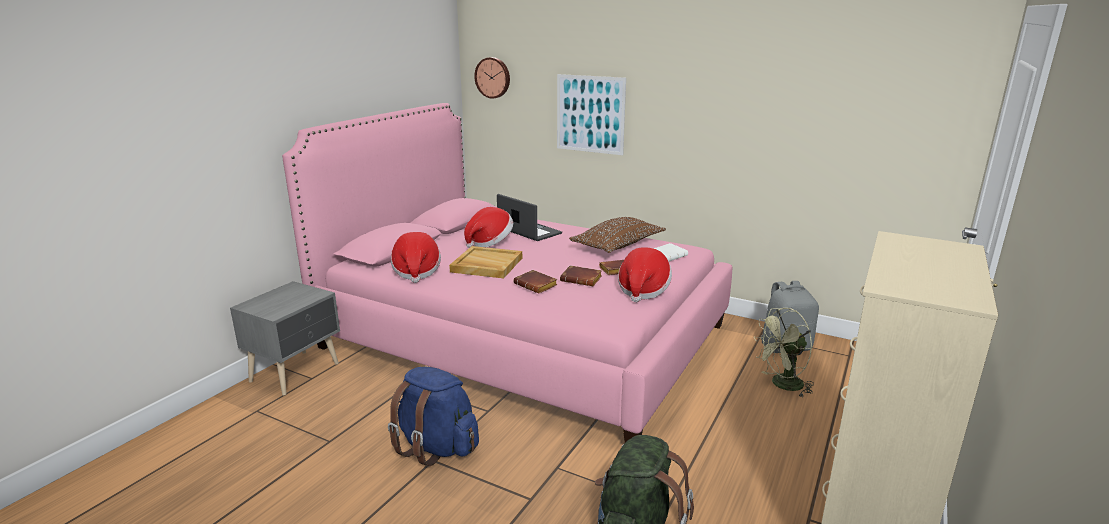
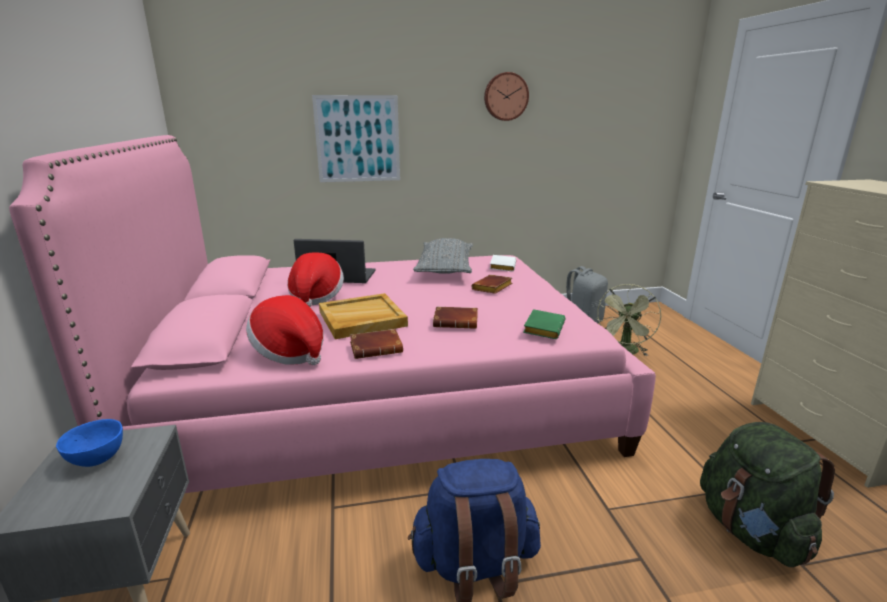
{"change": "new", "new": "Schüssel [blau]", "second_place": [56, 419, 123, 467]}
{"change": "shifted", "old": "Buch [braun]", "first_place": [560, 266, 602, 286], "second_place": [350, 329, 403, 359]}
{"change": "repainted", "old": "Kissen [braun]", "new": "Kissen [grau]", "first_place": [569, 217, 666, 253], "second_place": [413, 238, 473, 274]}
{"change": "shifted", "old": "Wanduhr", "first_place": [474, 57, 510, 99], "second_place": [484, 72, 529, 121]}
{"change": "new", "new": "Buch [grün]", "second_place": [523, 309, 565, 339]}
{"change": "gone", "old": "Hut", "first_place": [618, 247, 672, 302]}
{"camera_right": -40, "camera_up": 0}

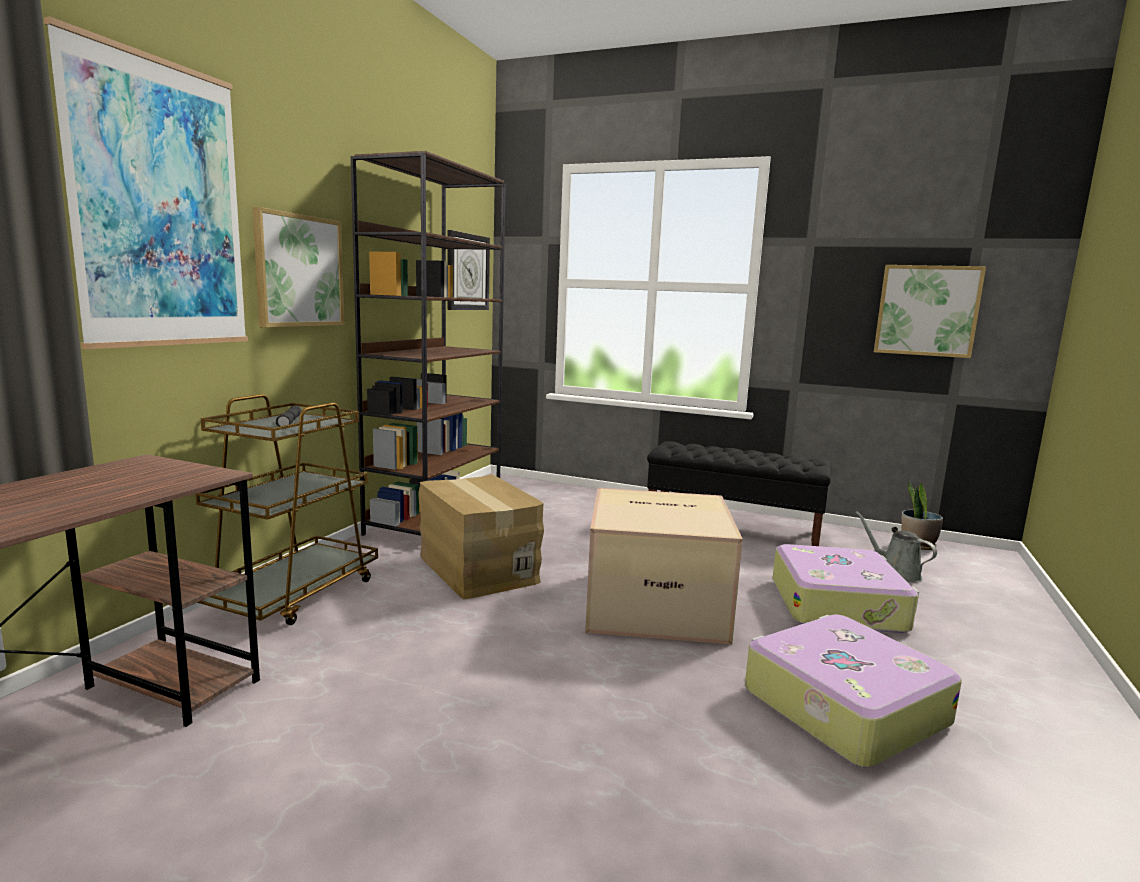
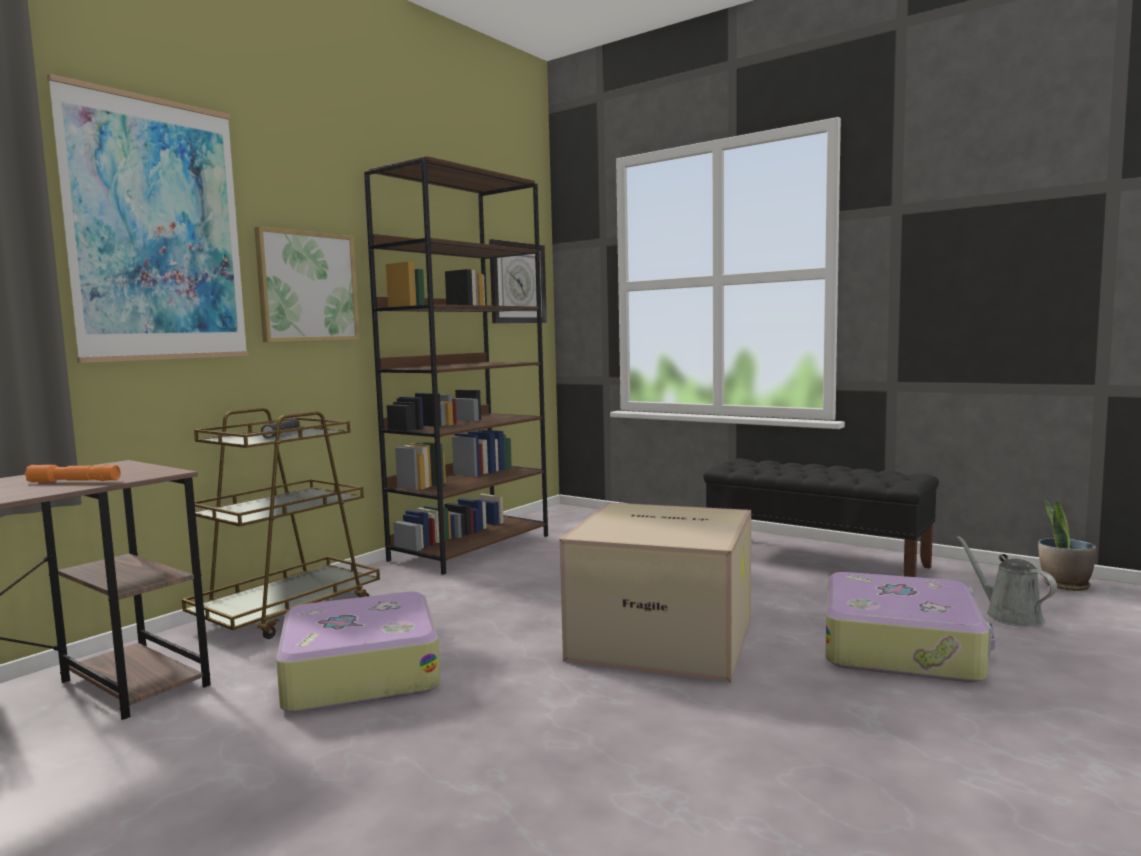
{"change": "new", "new": "Taschenlampe [orange]", "second_place": [25, 465, 121, 483]}
{"change": "shifted", "old": "Koffer", "first_place": [745, 614, 962, 768], "second_place": [276, 592, 440, 713]}
{"change": "gone", "old": "Karton", "first_place": [418, 474, 544, 600]}
{"change": "gone", "old": "Bild", "first_place": [874, 265, 986, 358]}
{"camera_right": 15, "camera_up": -5}

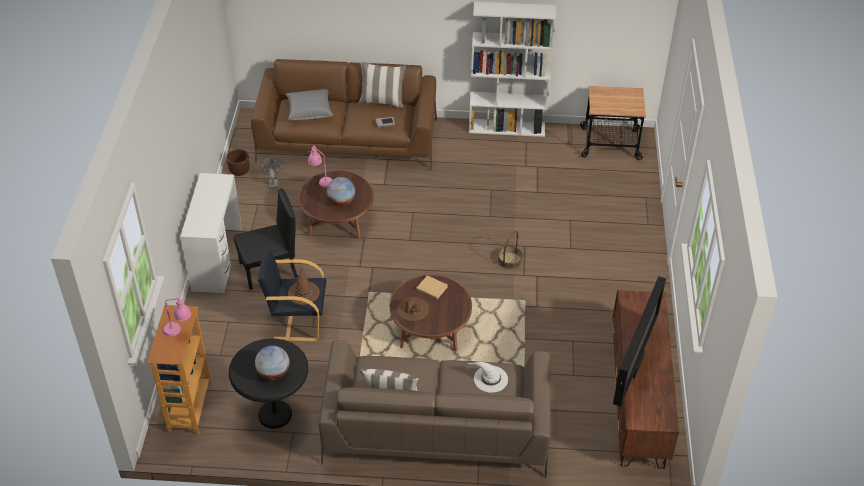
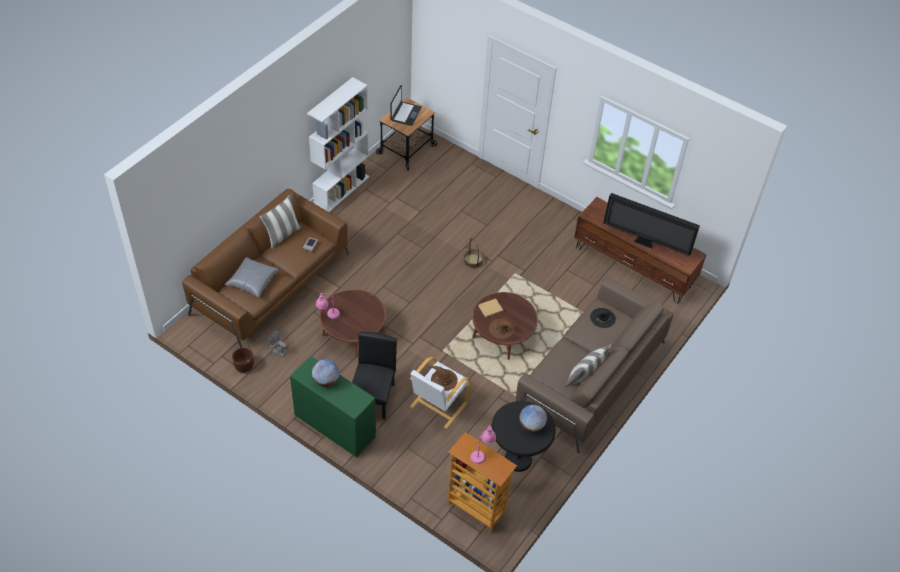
{"change": "repainted", "old": "Schreibtisch [weiß]", "new": "Schreibtisch [grün]", "first_place": [180, 173, 242, 293], "second_place": [290, 356, 376, 457]}
{"change": "shifted", "old": "Globus", "first_place": [327, 177, 355, 206], "second_place": [312, 359, 339, 387]}
{"change": "new", "new": "Laptop", "second_place": [390, 85, 422, 126]}
{"change": "repainted", "old": "Sessel [schwarz]", "new": "Sessel [weiß]", "first_place": [258, 247, 327, 341], "second_place": [410, 357, 471, 429]}
{"change": "repainted", "old": "Hut [weiß]", "new": "Hut [schwarz]", "first_place": [468, 362, 508, 393], "second_place": [590, 308, 616, 328]}
{"change": "rotated", "old": "Fernseher", "first_place": [613, 276, 666, 407], "second_place": [603, 193, 700, 256], "degrees": 150}
{"camera_right": -60, "camera_up": 5}

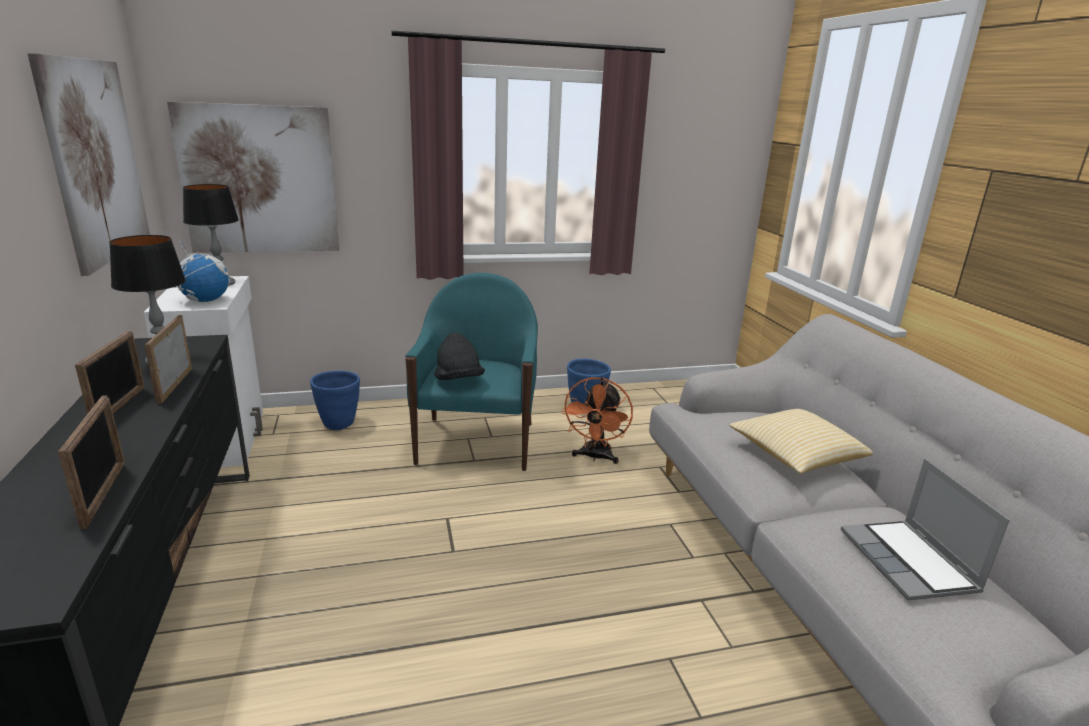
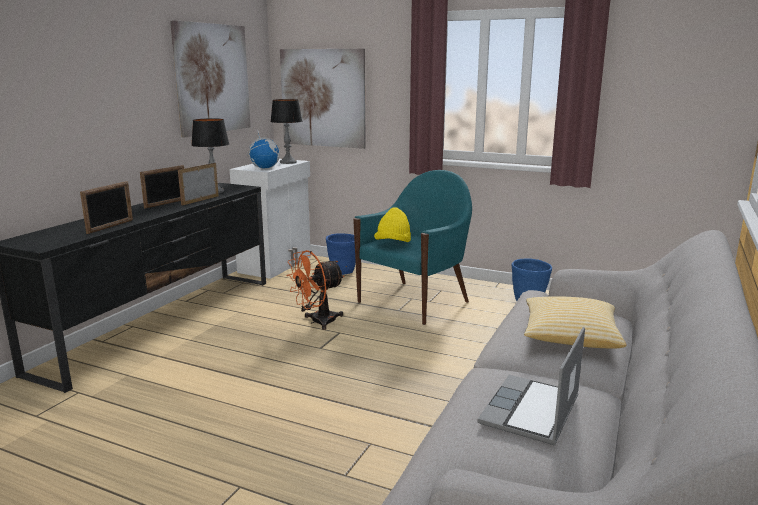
{"change": "shifted", "old": "Ventilator [orange]", "first_place": [561, 377, 633, 464], "second_place": [287, 250, 344, 330]}
{"change": "repainted", "old": "Hut [schwarz]", "new": "Hut [gelb]", "first_place": [434, 333, 485, 380], "second_place": [374, 207, 411, 242]}
{"camera_right": 40, "camera_up": -5}

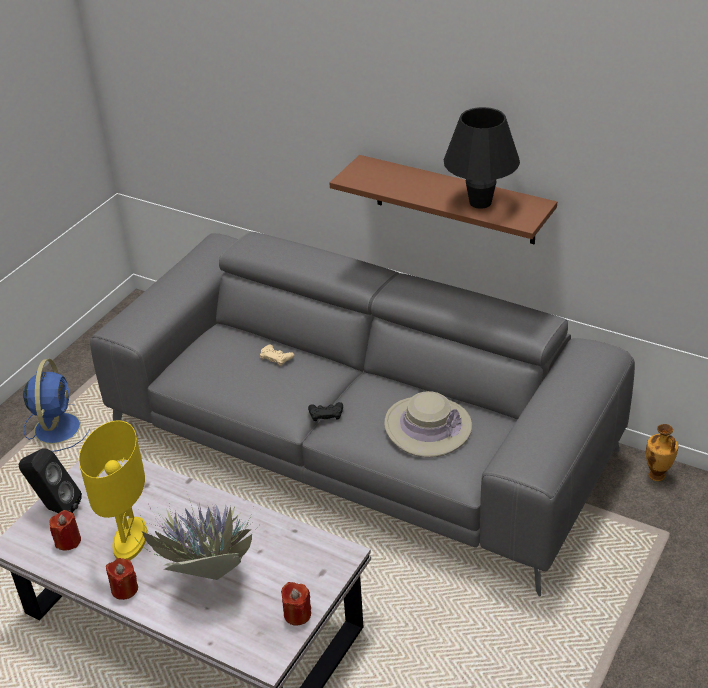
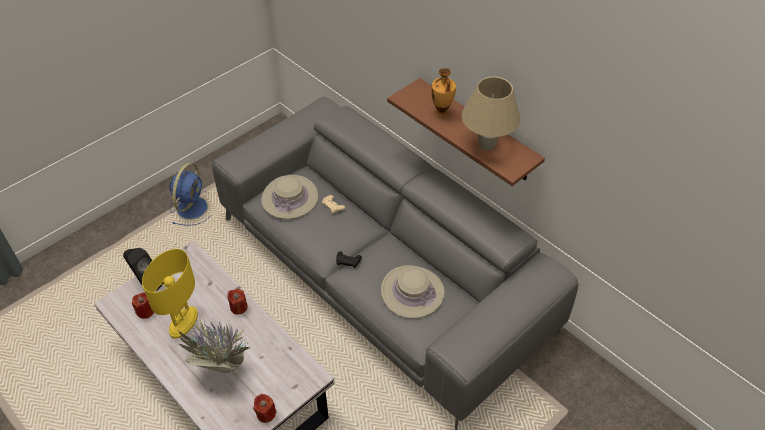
{"change": "shifted", "old": "Kerze [rot]", "first_place": [106, 558, 138, 600], "second_place": [227, 288, 248, 315]}
{"change": "new", "new": "Hut [beige]", "second_place": [261, 175, 318, 219]}
{"change": "shifted", "old": "Vase", "first_place": [646, 424, 678, 481], "second_place": [431, 68, 456, 117]}
{"change": "repainted", "old": "Tischlampe [schwarz]", "new": "Tischlampe [beige]", "first_place": [444, 107, 520, 209], "second_place": [462, 77, 521, 150]}
{"camera_right": 15, "camera_up": 10}

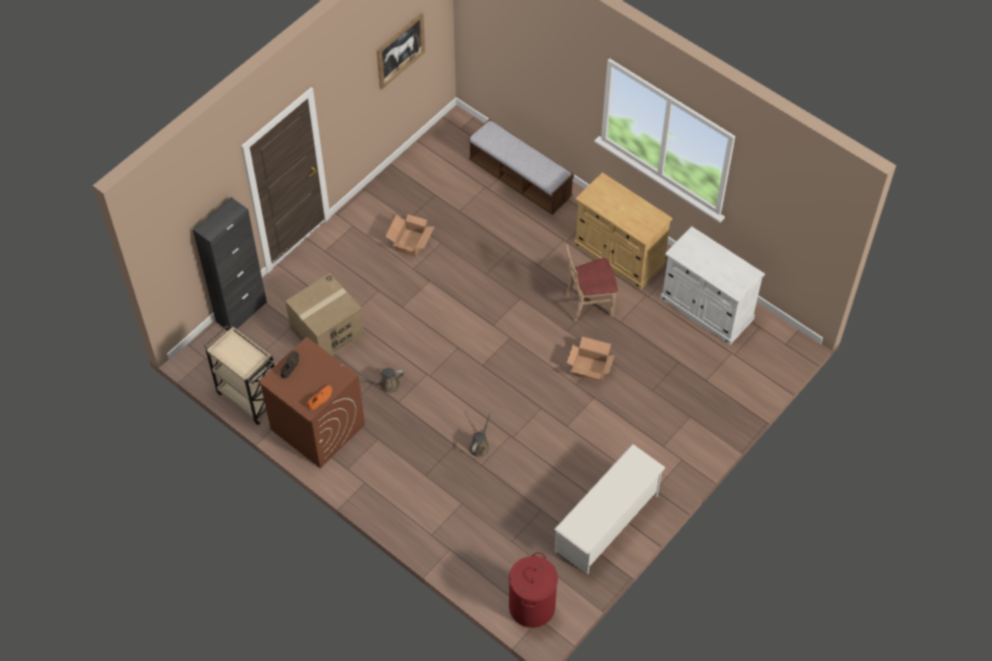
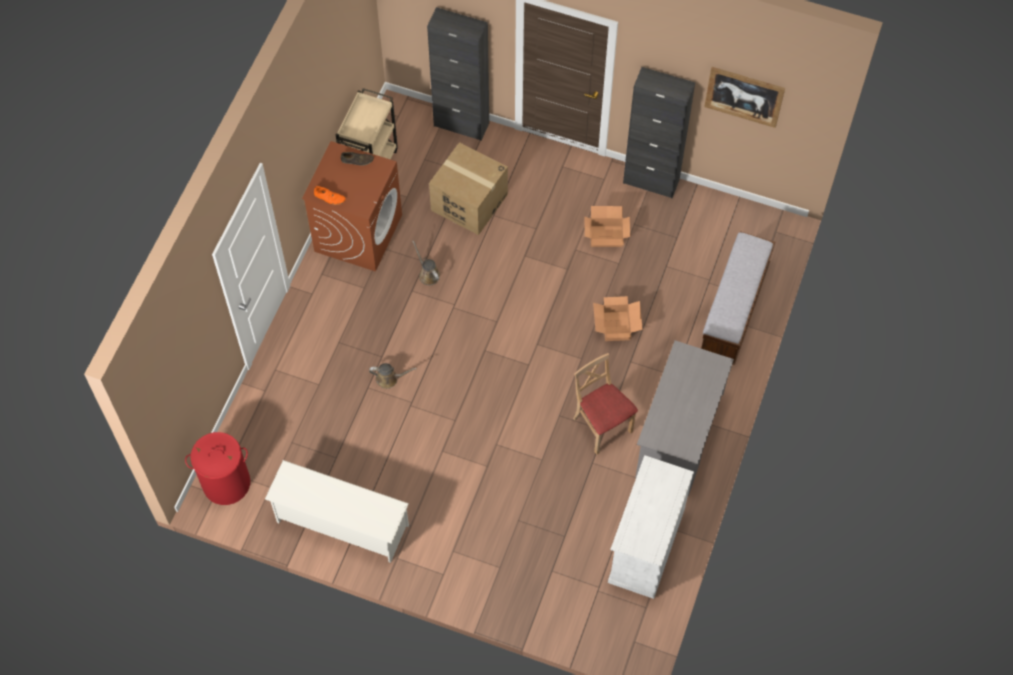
{"change": "shifted", "old": "Karton", "first_place": [567, 337, 615, 382], "second_place": [593, 296, 643, 341]}
{"change": "new", "new": "Schrank [schwarz]", "second_place": [623, 67, 695, 198]}
{"change": "swapped", "old": "Schrank [beige]", "new": "Schreibtisch [grau]", "first_place": [574, 172, 672, 290], "second_place": [635, 340, 734, 496]}
{"camera_right": 70, "camera_up": 5}

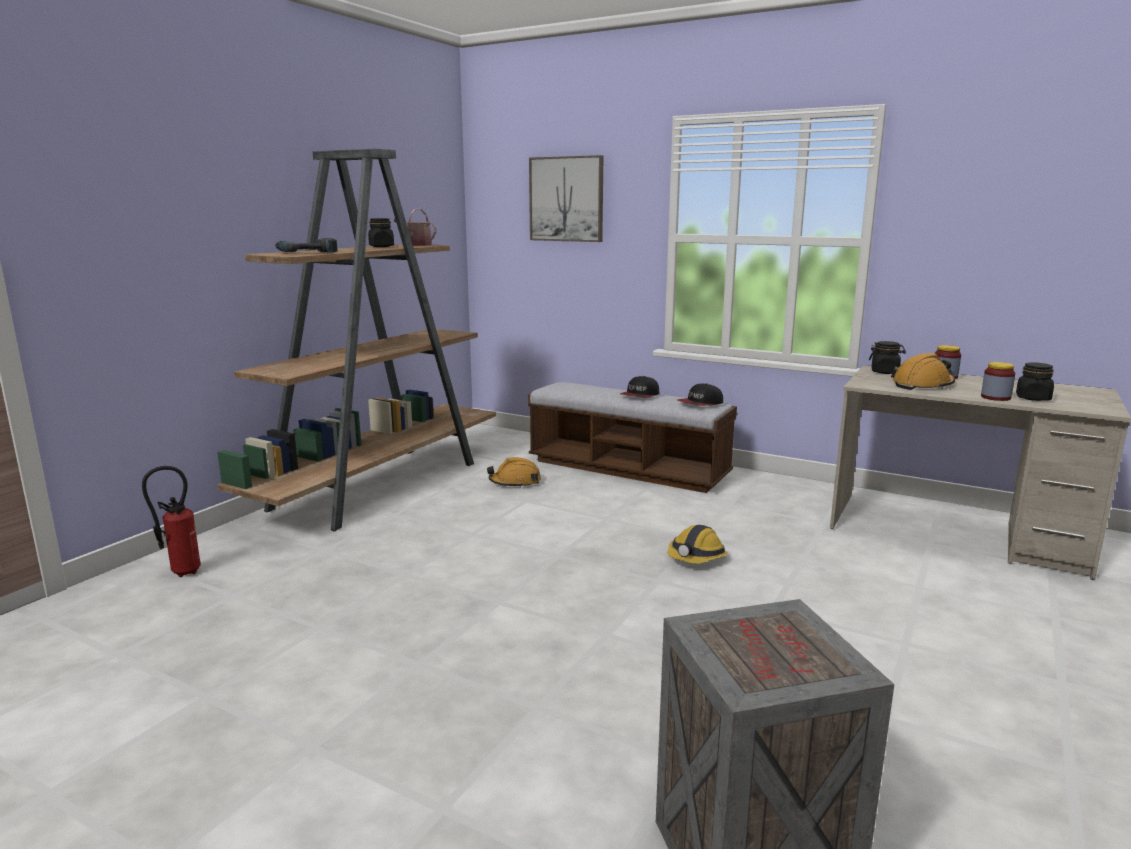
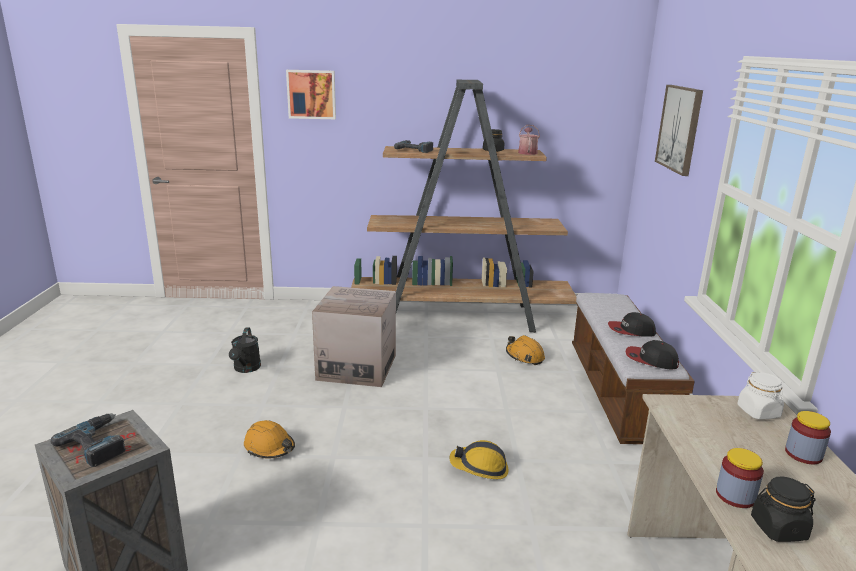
{"change": "new", "new": "Bohrmaschine", "second_place": [50, 413, 126, 467]}
{"change": "new", "new": "Gießkanne [schwarz]", "second_place": [229, 327, 261, 373]}
{"change": "shifted", "old": "Schutzhelm [orange]", "first_place": [891, 353, 955, 390], "second_place": [244, 420, 295, 459]}
{"change": "new", "new": "Bild", "second_place": [286, 70, 336, 119]}
{"change": "new", "new": "Karton", "second_place": [312, 286, 396, 387]}
{"change": "repainted", "old": "Vorratsglas [schwarz]", "new": "Vorratsglas [weiß]", "first_place": [869, 341, 906, 374], "second_place": [737, 371, 784, 420]}
{"change": "gone", "old": "Feuerlöscher", "first_place": [142, 466, 201, 577]}
{"camera_right": 60, "camera_up": 5}

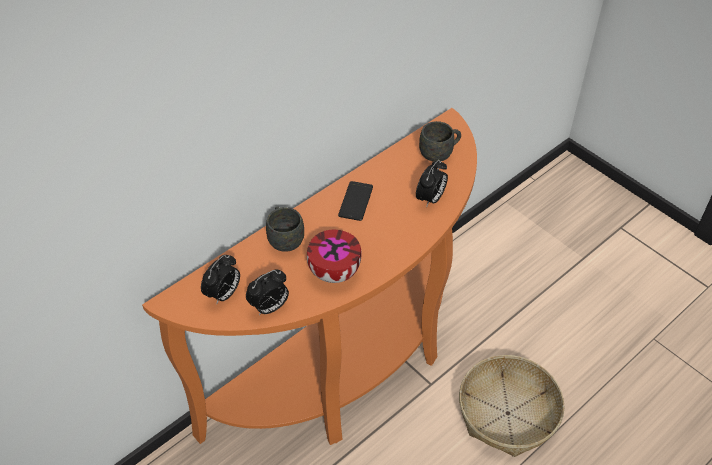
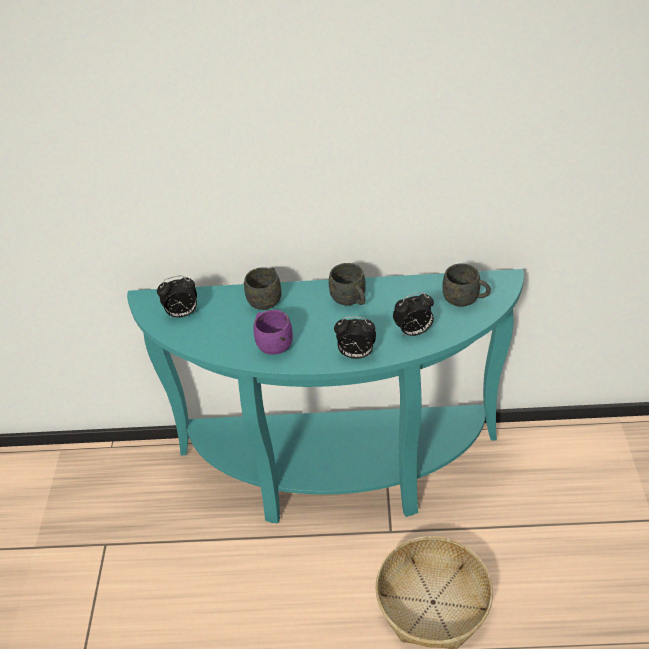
{"change": "repainted", "old": "Konsolentisch [orange]", "new": "Konsolentisch [türkis]", "first_place": [142, 108, 477, 445], "second_place": [127, 269, 524, 524]}
{"change": "swapped", "old": "Schüssel", "new": "Henkelbecher [lila]", "first_place": [307, 230, 362, 283], "second_place": [253, 310, 293, 355]}
{"change": "swapped", "old": "Handy", "new": "Henkelbecher [grau]", "first_place": [338, 181, 373, 221], "second_place": [329, 263, 366, 306]}
{"change": "shifted", "old": "Wecker", "first_place": [246, 269, 289, 315], "second_place": [334, 316, 376, 359]}
{"camera_right": 45, "camera_up": -5}

